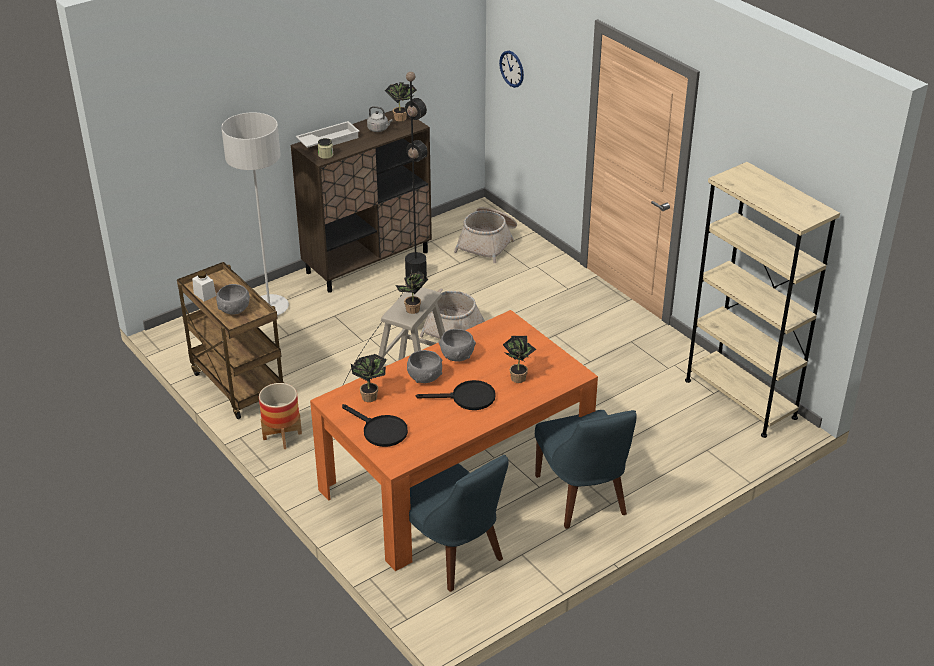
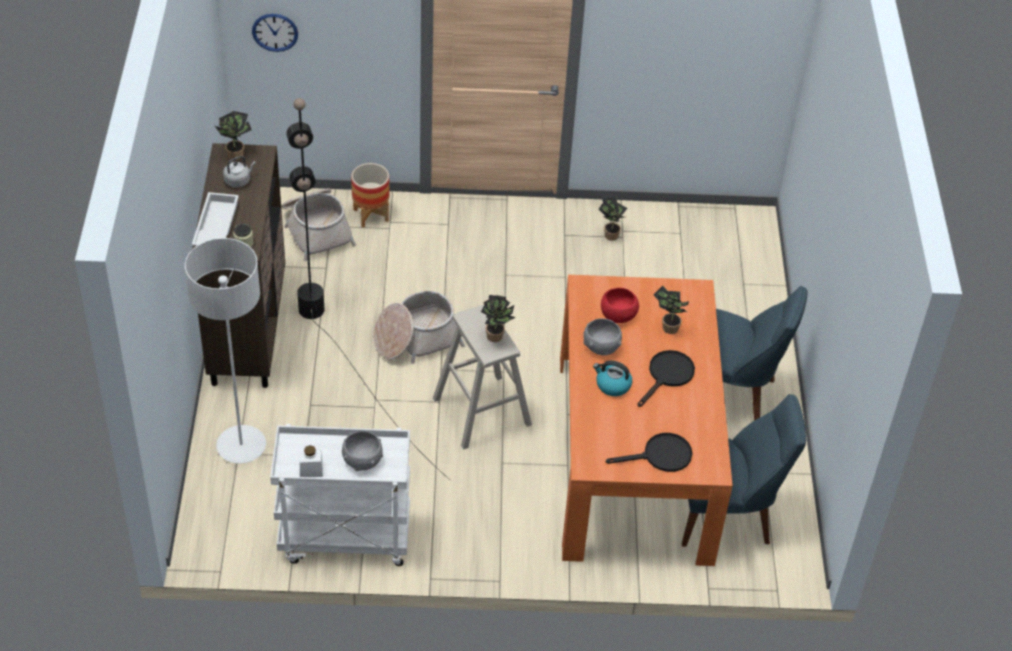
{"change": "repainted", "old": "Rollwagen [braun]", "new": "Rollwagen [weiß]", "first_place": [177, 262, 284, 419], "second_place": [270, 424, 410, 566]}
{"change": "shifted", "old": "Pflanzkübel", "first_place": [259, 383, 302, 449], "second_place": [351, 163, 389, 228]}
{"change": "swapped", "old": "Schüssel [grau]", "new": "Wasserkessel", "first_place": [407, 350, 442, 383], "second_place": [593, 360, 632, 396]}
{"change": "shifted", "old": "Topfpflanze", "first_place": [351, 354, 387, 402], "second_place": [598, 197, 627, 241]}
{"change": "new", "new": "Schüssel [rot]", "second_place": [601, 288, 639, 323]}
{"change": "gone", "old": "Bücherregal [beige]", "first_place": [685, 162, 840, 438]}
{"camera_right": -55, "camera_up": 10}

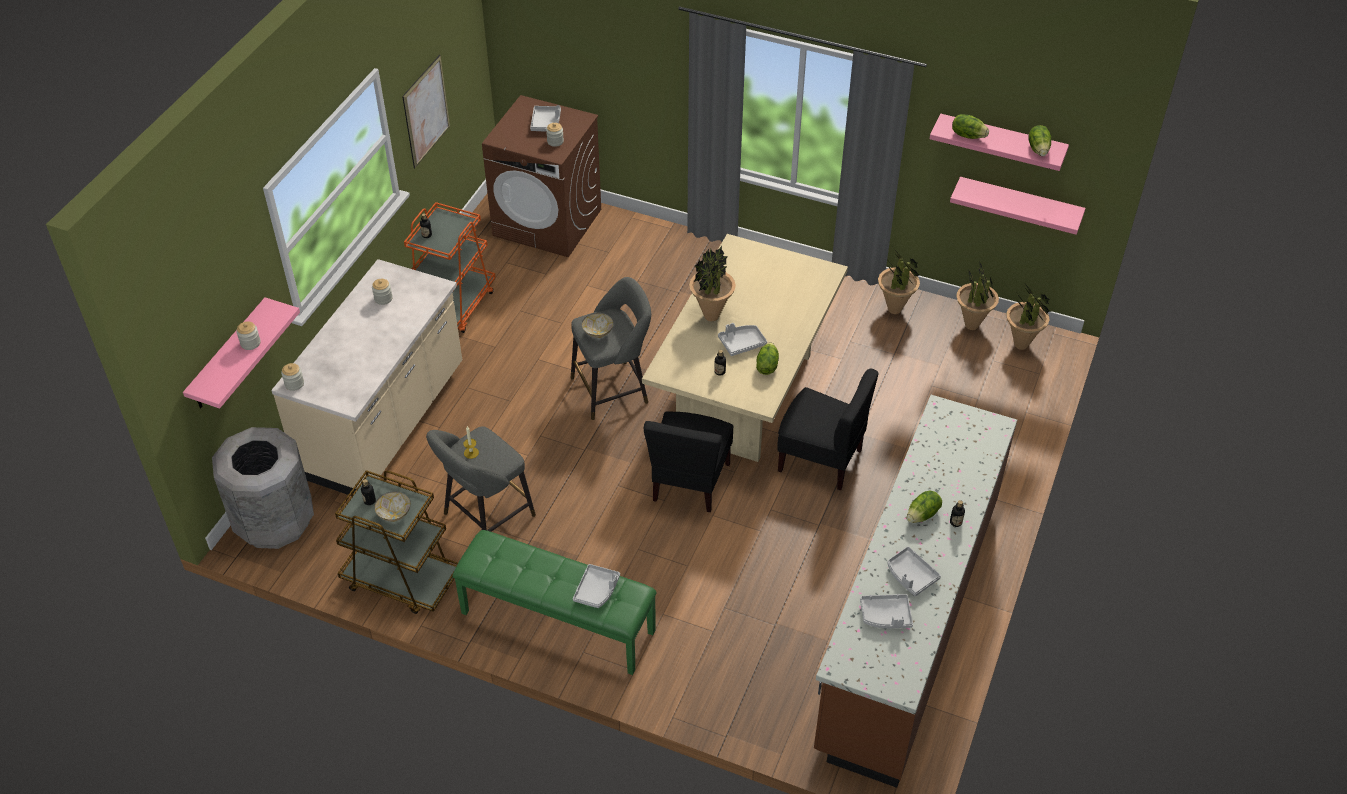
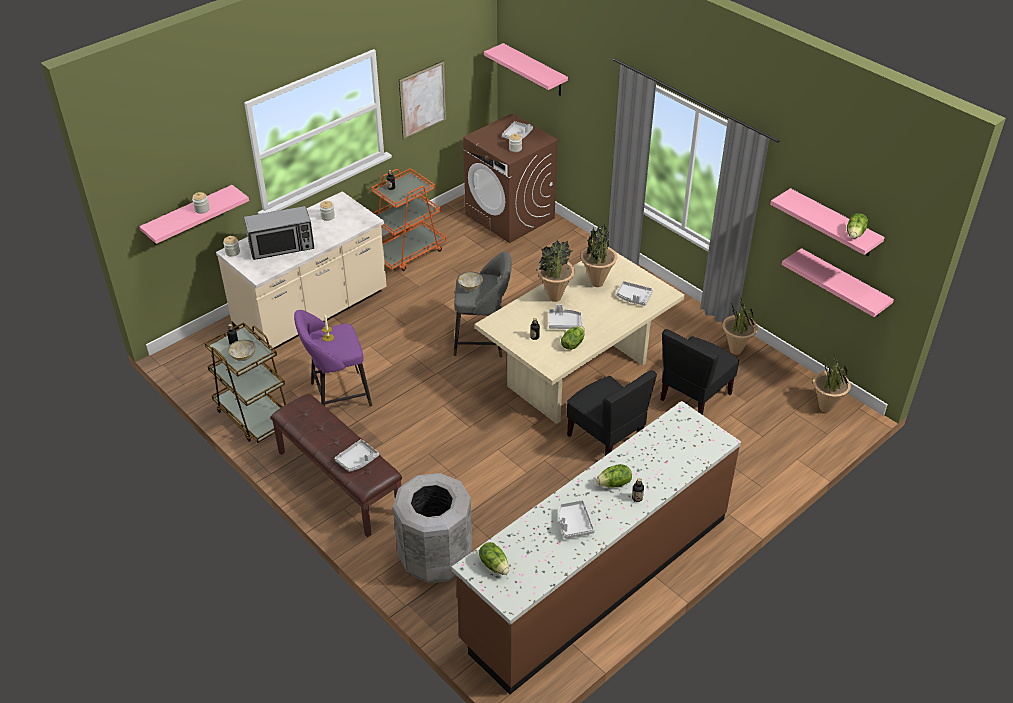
{"change": "new", "new": "Mikrowelle", "second_place": [244, 206, 314, 260]}
{"change": "repainted", "old": "Bank [grün]", "new": "Bank [braun]", "first_place": [452, 530, 656, 675], "second_place": [270, 394, 402, 537]}
{"change": "repainted", "old": "Hocker [grau]", "new": "Hocker [lila]", "first_place": [426, 426, 536, 532], "second_place": [294, 310, 372, 406]}
{"change": "shifted", "old": "Mülleimer [grau]", "first_place": [212, 427, 314, 549], "second_place": [393, 473, 472, 584]}
{"change": "shifted", "old": "Salatkopf", "first_place": [952, 114, 989, 139], "second_place": [479, 542, 509, 575]}
{"change": "new", "new": "Wandregal [rosa]", "second_place": [484, 43, 568, 96]}
{"change": "shifted", "old": "Topfpflanze", "first_place": [956, 261, 999, 330], "second_place": [581, 224, 618, 287]}
{"change": "shifted", "old": "Tablett [grau]", "first_place": [860, 594, 913, 629], "second_place": [616, 281, 653, 306]}
{"change": "shifted", "old": "Stuhl [schwarz]", "first_place": [644, 412, 734, 512], "second_place": [661, 329, 739, 415]}
{"camera_right": 25, "camera_up": -5}

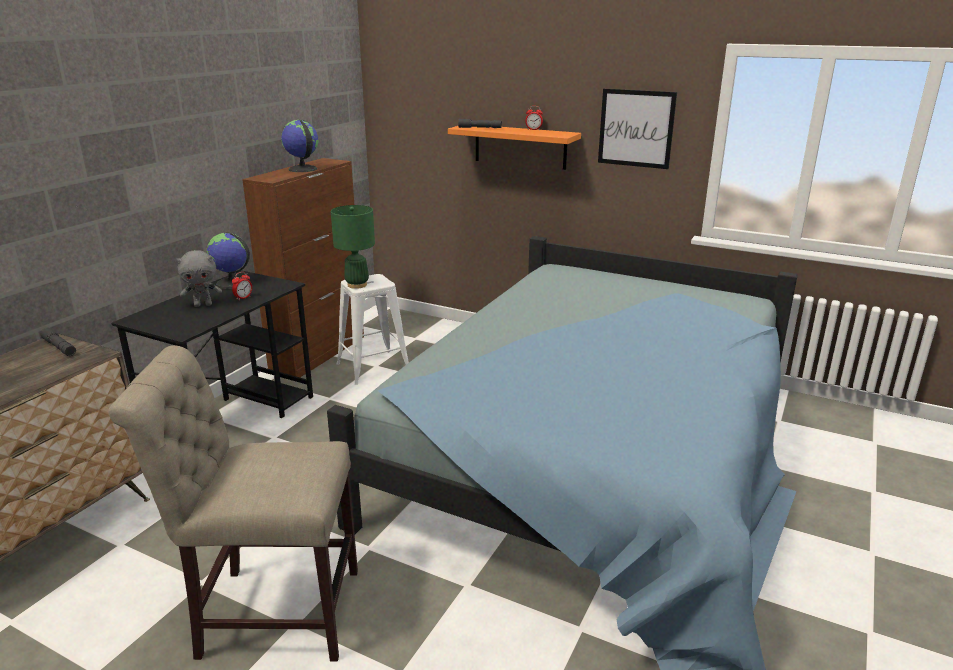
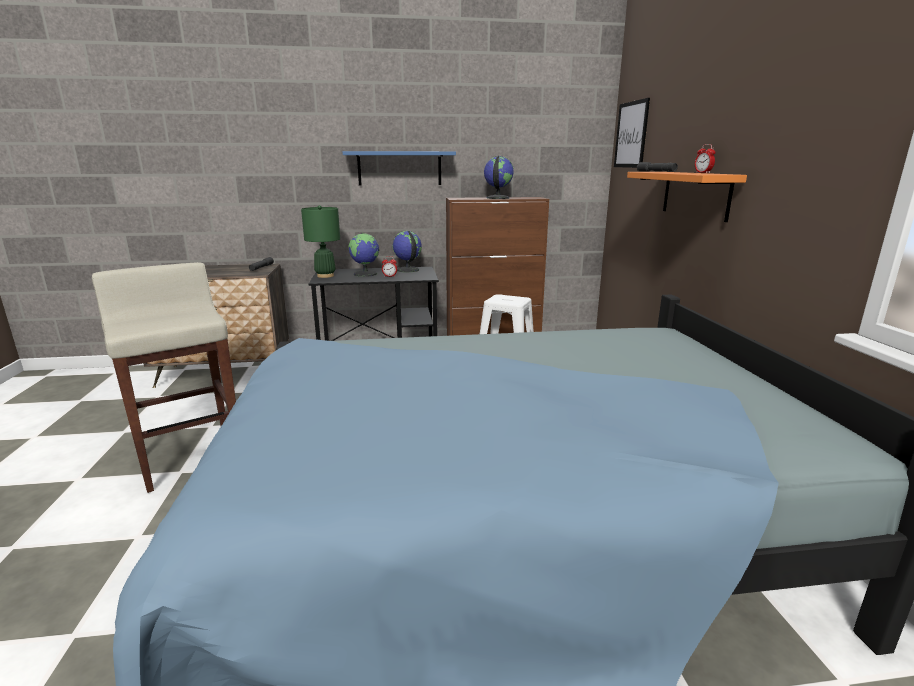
{"change": "swapped", "old": "Stuhl [beige]", "new": "Hocker [beige]", "first_place": [108, 345, 358, 661], "second_place": [92, 262, 236, 493]}
{"change": "shifted", "old": "Tischlampe [grün]", "first_place": [331, 205, 375, 289], "second_place": [301, 205, 340, 278]}
{"change": "new", "new": "Wandregal [blau]", "second_place": [343, 151, 456, 186]}
{"change": "swapped", "old": "Plüschtier [grau]", "new": "Globus", "first_place": [176, 250, 222, 307], "second_place": [349, 233, 379, 277]}
{"change": "shifted", "old": "Bild", "first_place": [598, 89, 677, 169], "second_place": [614, 98, 650, 168]}
{"camera_right": 55, "camera_up": -5}

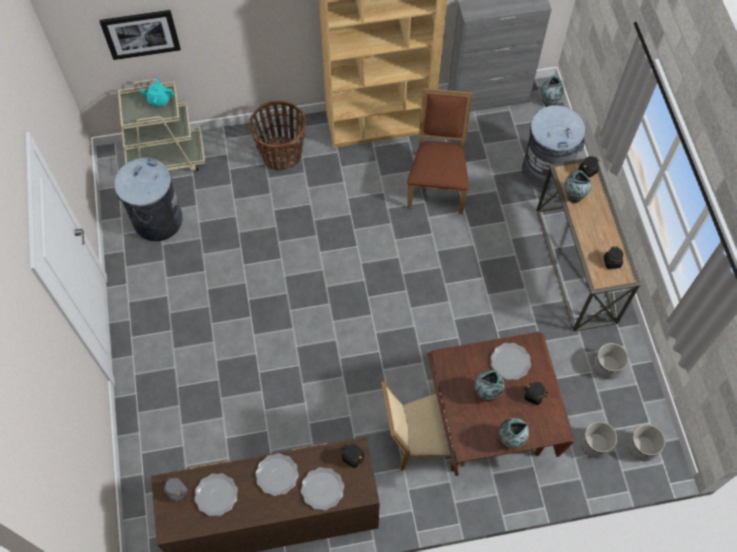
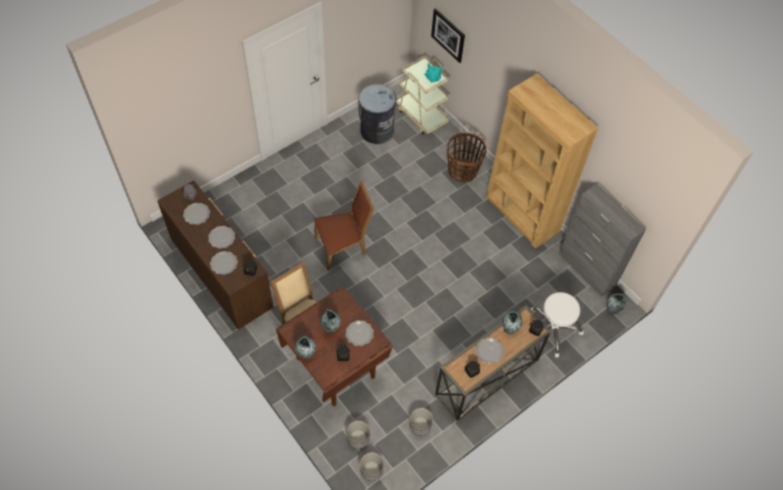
{"change": "shifted", "old": "Stuhl [braun]", "first_place": [407, 88, 473, 214], "second_place": [314, 181, 374, 271]}
{"change": "new", "new": "Teller", "second_place": [476, 337, 504, 364]}
{"change": "swapped", "old": "Mülleimer [grau]", "new": "Hocker [weiß]", "first_place": [522, 105, 586, 191], "second_place": [531, 292, 584, 357]}
{"camera_right": 60, "camera_up": -5}

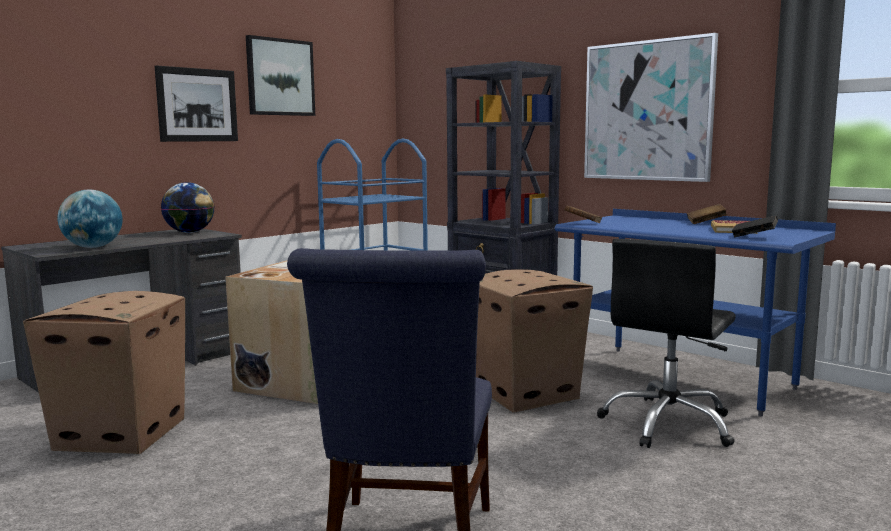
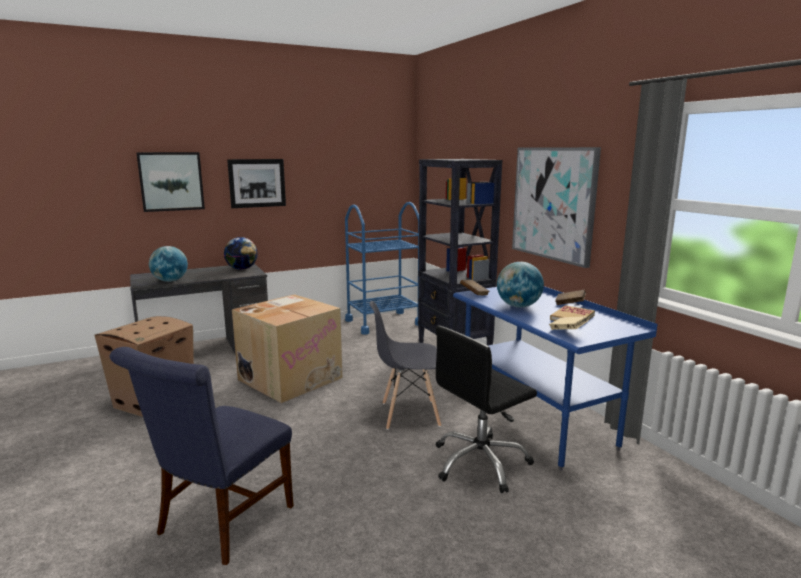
{"change": "shifted", "old": "Bild", "first_place": [246, 35, 315, 116], "second_place": [136, 152, 205, 212]}
{"change": "swapped", "old": "Karton", "new": "Stuhl [grau]", "first_place": [476, 269, 593, 412], "second_place": [369, 301, 441, 430]}
{"change": "new", "new": "Globus", "second_place": [497, 262, 544, 308]}
{"change": "repainted", "old": "Buch [schwarz]", "new": "Buch [beige]", "first_place": [732, 215, 778, 237], "second_place": [549, 316, 589, 330]}
{"camera_right": 20, "camera_up": 5}

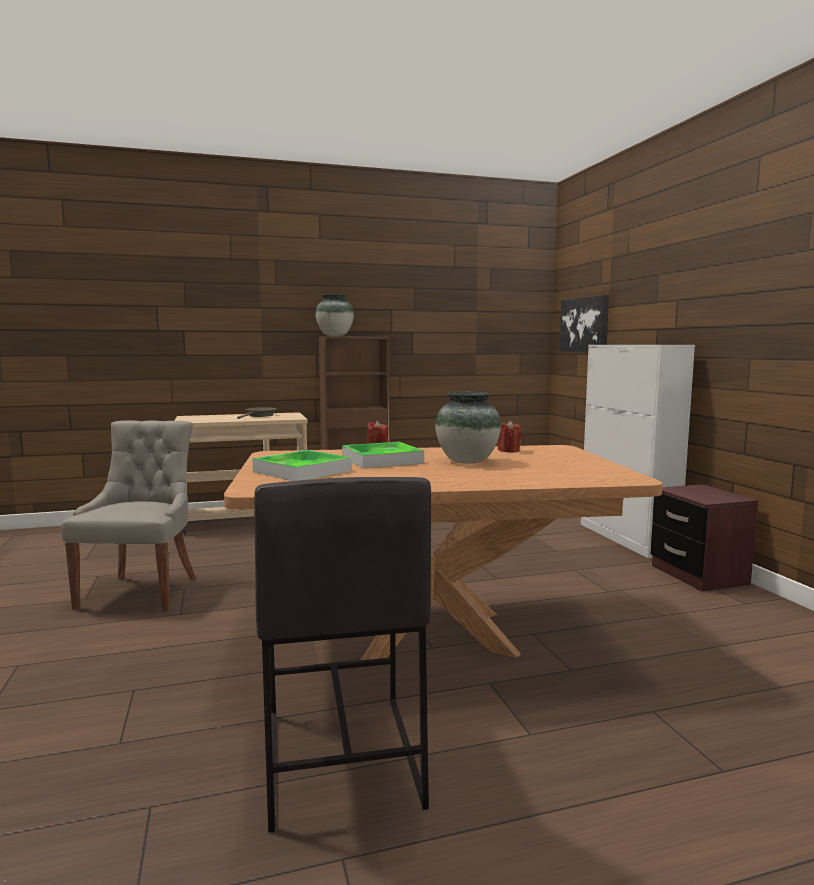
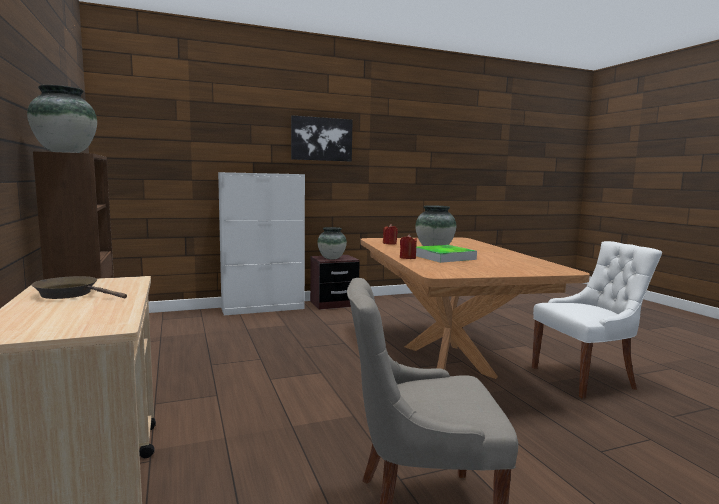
{"change": "shifted", "old": "Bild", "first_place": [559, 295, 609, 352], "second_place": [291, 115, 352, 161]}
{"change": "new", "new": "Vase", "second_place": [317, 227, 347, 259]}
{"change": "swapped", "old": "Hocker [grau]", "new": "Stuhl [weiß]", "first_place": [254, 477, 431, 833], "second_place": [532, 241, 662, 399]}
{"change": "gone", "old": "Tablett", "first_place": [252, 450, 352, 481]}
{"camera_right": -95, "camera_up": 0}

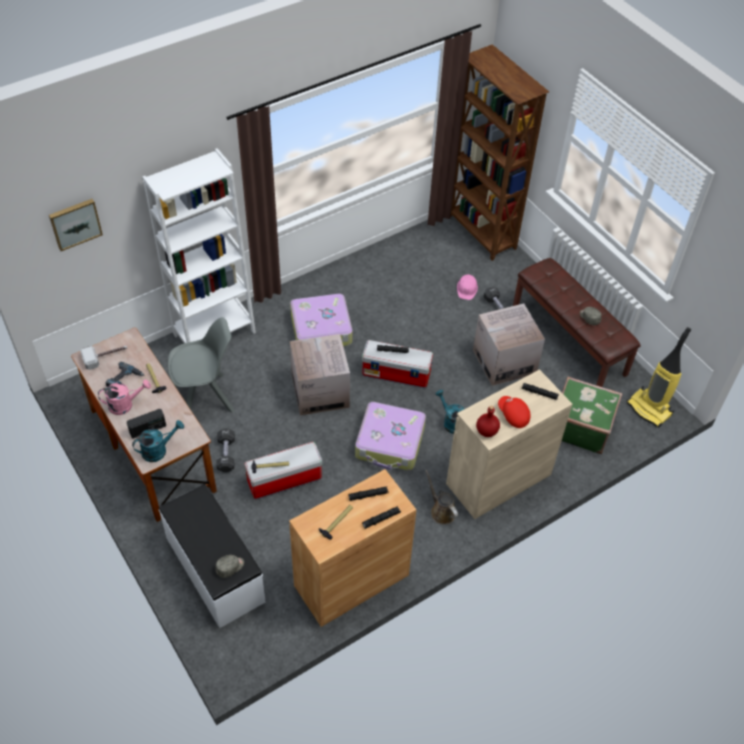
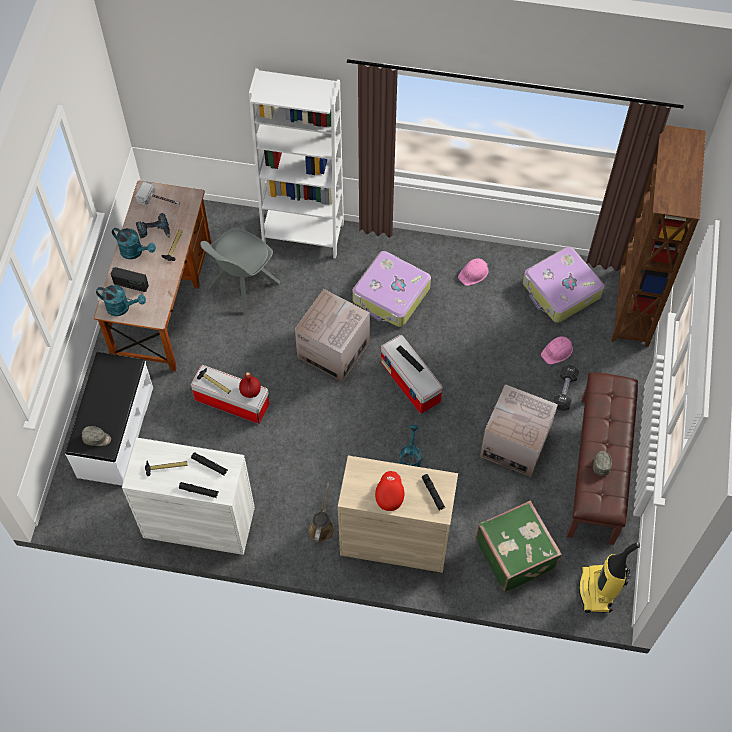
{"change": "repainted", "old": "Gießkanne [rosa]", "new": "Gießkanne [türkis]", "first_place": [98, 379, 151, 415], "second_place": [112, 228, 156, 259]}
{"change": "repainted", "old": "Schrank [braun]", "new": "Schrank [weiß]", "first_place": [289, 469, 416, 627], "second_place": [122, 437, 255, 555]}
{"change": "rotated", "old": "Stuhl [grau]", "first_place": [168, 317, 234, 412], "second_place": [200, 227, 280, 316], "degrees": 105}
{"change": "shifted", "old": "Flasche [rot]", "first_place": [476, 406, 500, 437], "second_place": [239, 372, 261, 398]}
{"change": "new", "new": "Schutzhelm [rosa]", "second_place": [458, 258, 488, 286]}
{"change": "shifted", "old": "Koffer", "first_place": [355, 402, 426, 470], "second_place": [523, 247, 604, 323]}
{"change": "gone", "old": "Bild", "first_place": [49, 199, 103, 251]}
{"change": "gone", "old": "Hantel [schwarz]", "first_place": [216, 428, 235, 473]}
{"camera_right": 45, "camera_up": 10}

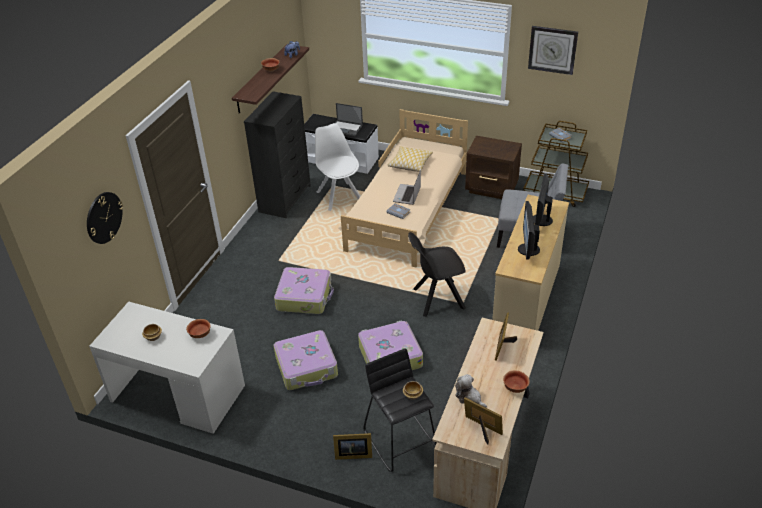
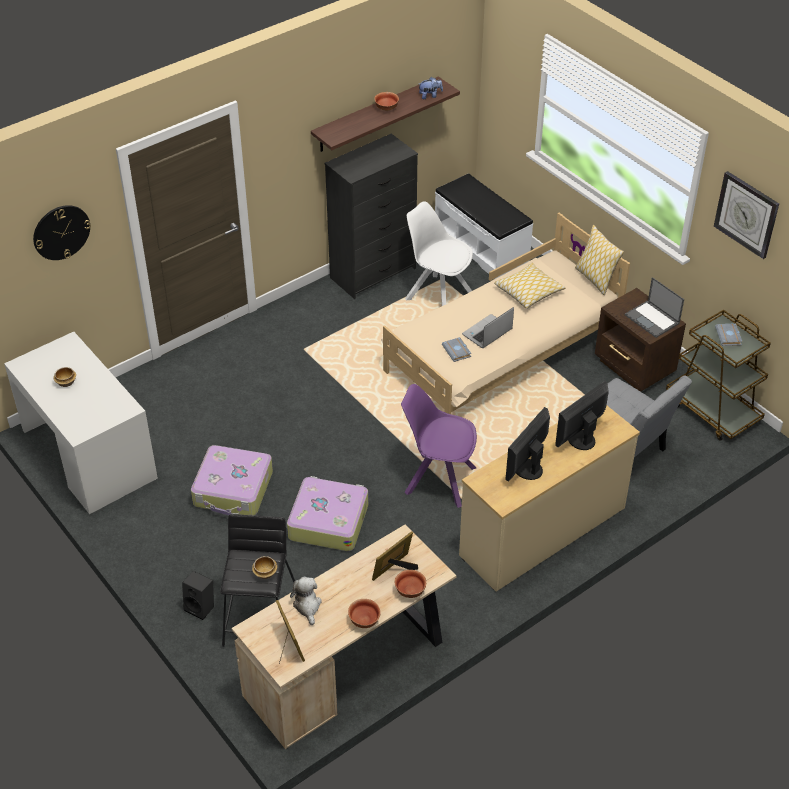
{"change": "swapped", "old": "Bilderrahmen", "new": "Lautsprecher [schwarz]", "first_place": [333, 433, 372, 460], "second_place": [182, 571, 214, 620]}
{"change": "shifted", "old": "Schüssel", "first_place": [186, 319, 211, 338], "second_place": [395, 570, 426, 598]}
{"change": "repainted", "old": "Stuhl [schwarz]", "new": "Stuhl [lila]", "first_place": [408, 232, 466, 317], "second_place": [401, 384, 477, 508]}
{"change": "rotated", "old": "Stuhl [weiß]", "first_place": [315, 123, 361, 211], "second_place": [405, 202, 473, 306], "degrees": -60}
{"change": "new", "new": "Kissen", "second_place": [575, 225, 624, 295]}
{"change": "shifted", "old": "Laptop", "first_place": [335, 103, 363, 136], "second_place": [625, 277, 684, 338]}
{"change": "gone", "old": "Koffer", "first_place": [274, 267, 334, 314]}
{"camera_right": 30, "camera_up": 5}

